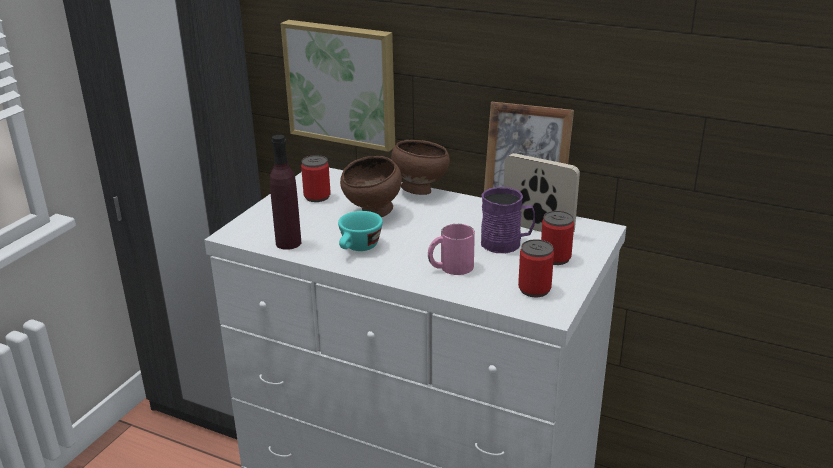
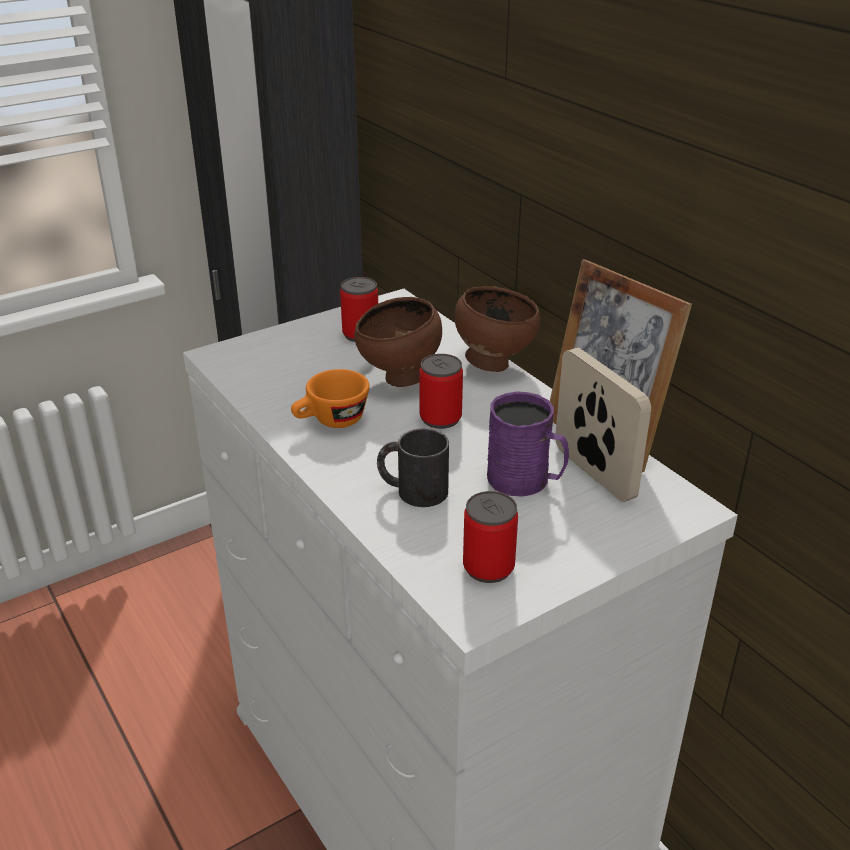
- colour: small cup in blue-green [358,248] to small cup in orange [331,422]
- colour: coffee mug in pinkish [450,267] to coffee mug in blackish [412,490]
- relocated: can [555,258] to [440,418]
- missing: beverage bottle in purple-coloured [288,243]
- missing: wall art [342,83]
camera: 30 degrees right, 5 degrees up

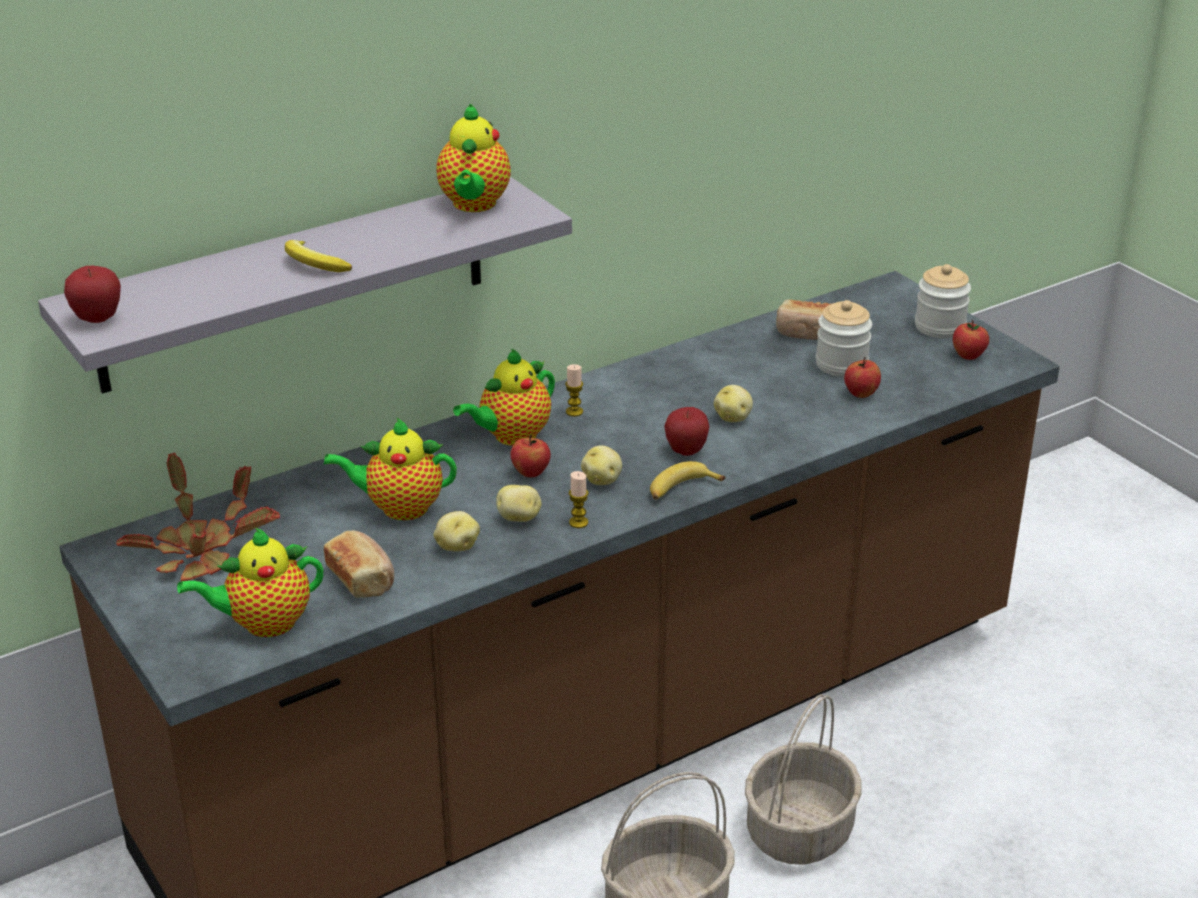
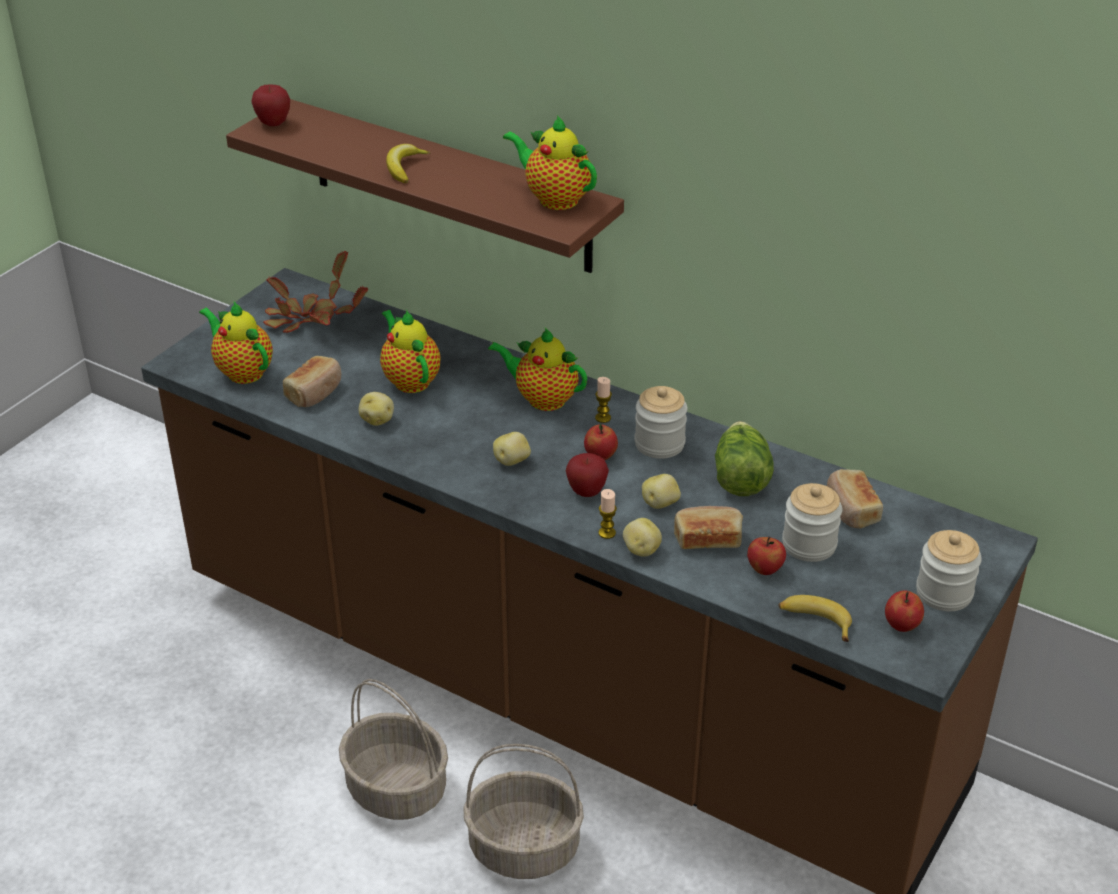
- colour: shelf in greyish [295,284] to shelf in brownish [449,186]
- spun: teapot [474,205] = [554,198] 60 degrees clockwise
- relocated: apple fruit [531,472] to [600,456]
- relocated: wax candle [578,522] to [607,533]
- relocated: whole potato [519,518] to [640,550]
- appeared: jar [659,444]
- appeared: baked bread [707,539]
- appeared: lettuce [740,476]
- relocated: whole banana [681,489] to [815,621]
camera: 65 degrees right, 5 degrees up

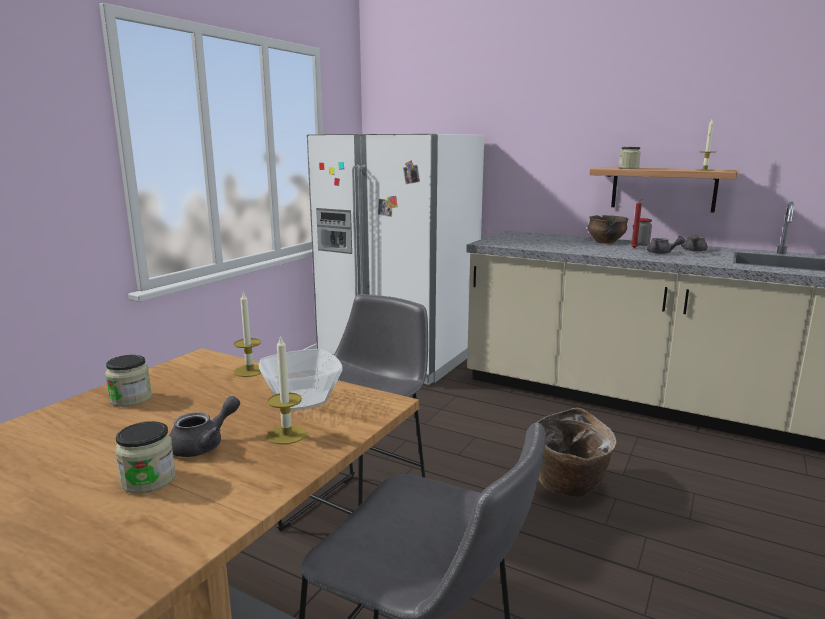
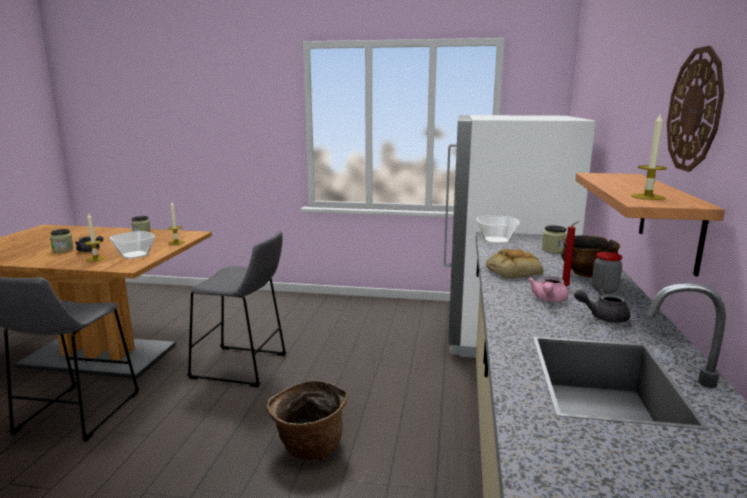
- appeared: serving bowl [495,240]
- appeared: baked bread [513,271]
- colour: teapot in greyish [662,253] to teapot in pinkish [548,299]
- relocated: jar [628,168] to [553,250]
- appeared: clock on the wall [695,110]
camera: 70 degrees right, 0 degrees up

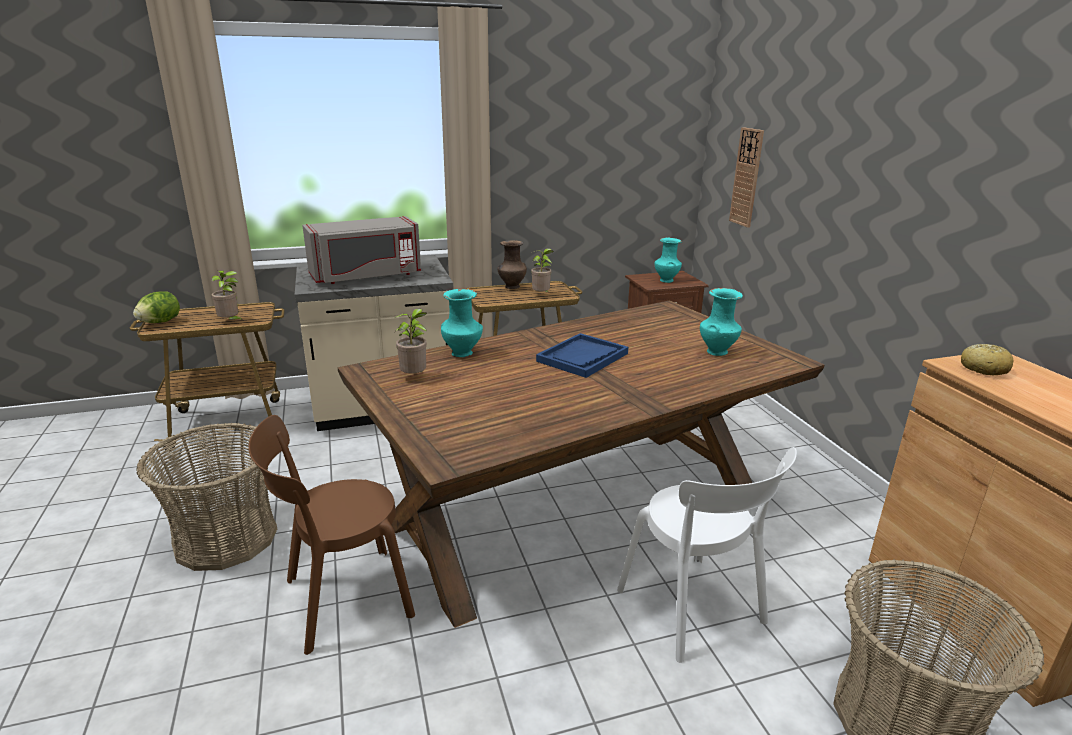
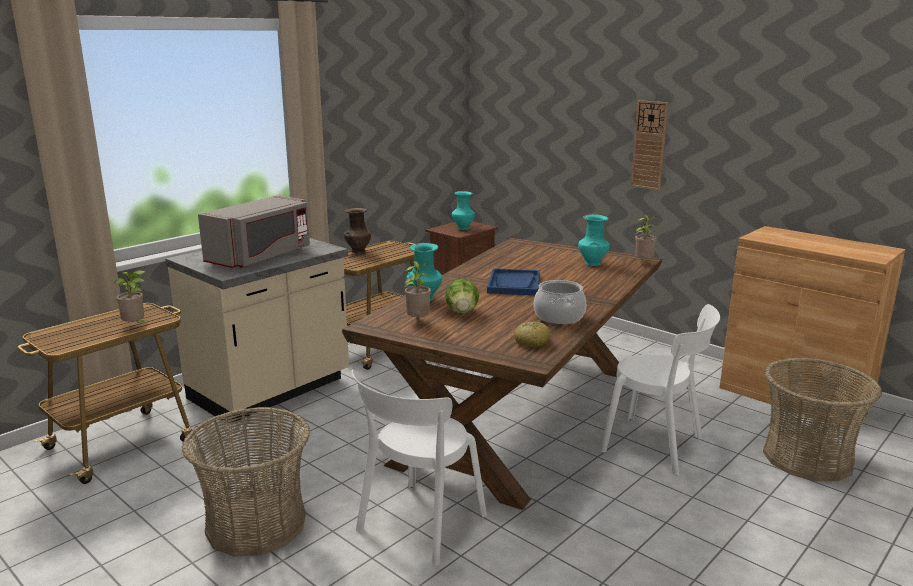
- colour: plain chair in brownish [341,600] to plain chair in whitish [418,526]
- relocated: lettuce [160,322] to [462,312]
- relocated: baked bread [983,368] to [532,342]
- appeared: stockpot [558,316]
- relocated: clock on the wall [746,177] to [649,145]
- relocated: potted plant [541,295] to [643,263]
camera: 30 degrees left, 5 degrees down

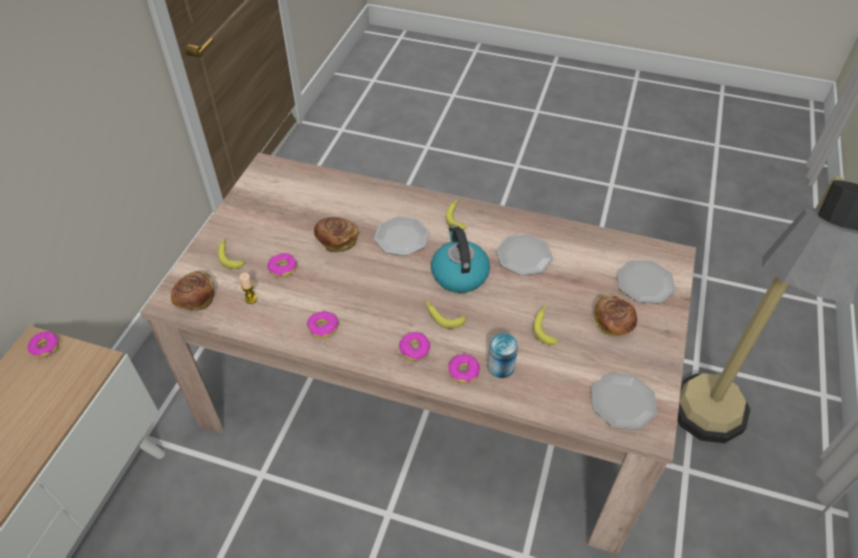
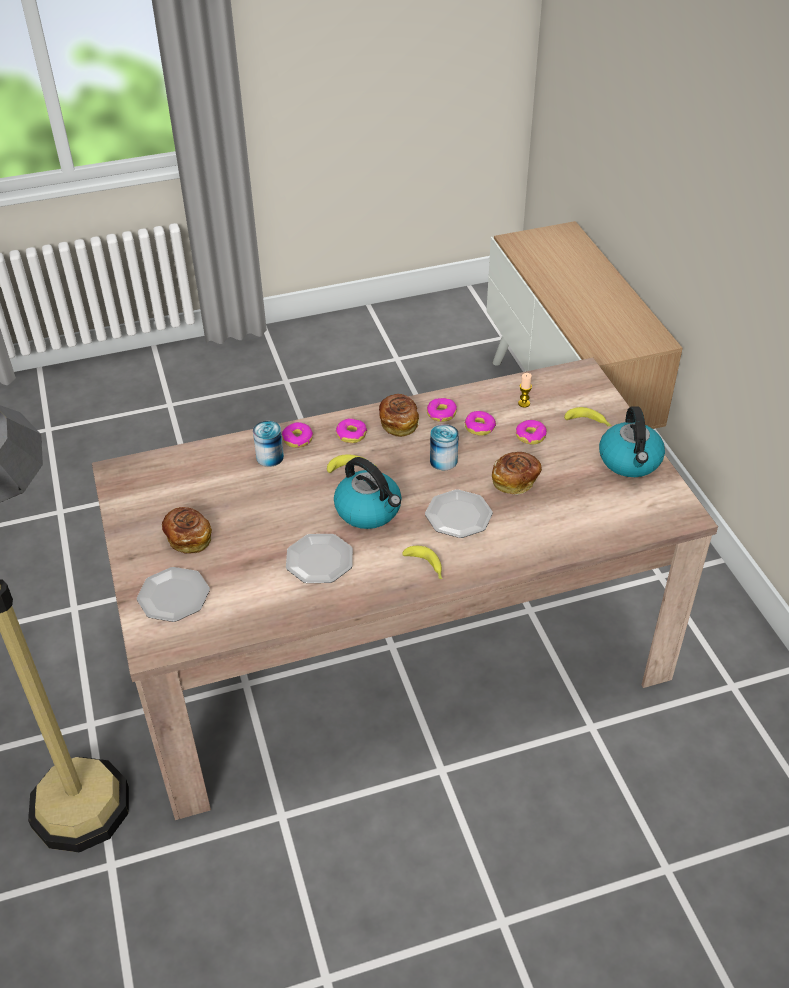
- relocated: baked bread [196,299] to [398,423]
- appeared: can [443,461]
- relocated: ring doughnut [45,347] to [479,427]
- appeared: kettle [630,461]
- missing: whole banana [545,327]
- missing: flat dish [622,403]
camera: 145 degrees right, 5 degrees down

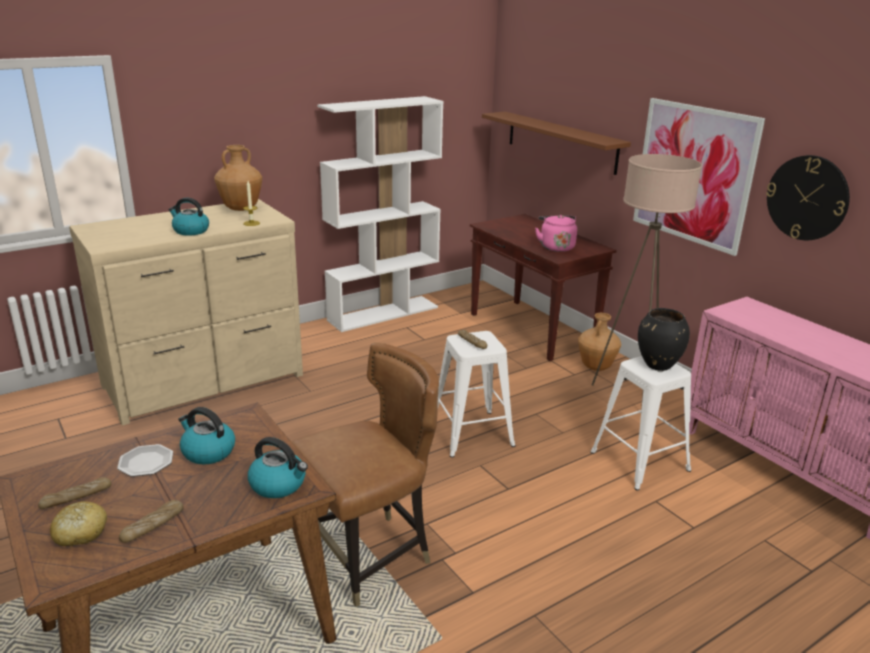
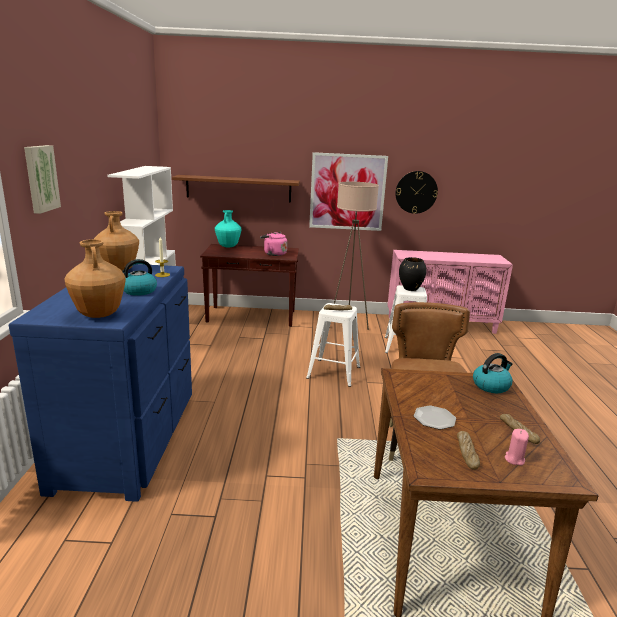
- colour: dresser in sand-coloured [205,381] to dresser in bluish [130,438]
- appeared: wall art [40,178]
- relocated: decorative vase in brownish [596,367] to [99,315]
- appeared: decorative vase in blue-green [228,246]
- exchanged: baked bread [80,532] to wax candle in pinkish [514,459]
- missing: kettle [207,452]
camera: 55 degrees left, 5 degrees down

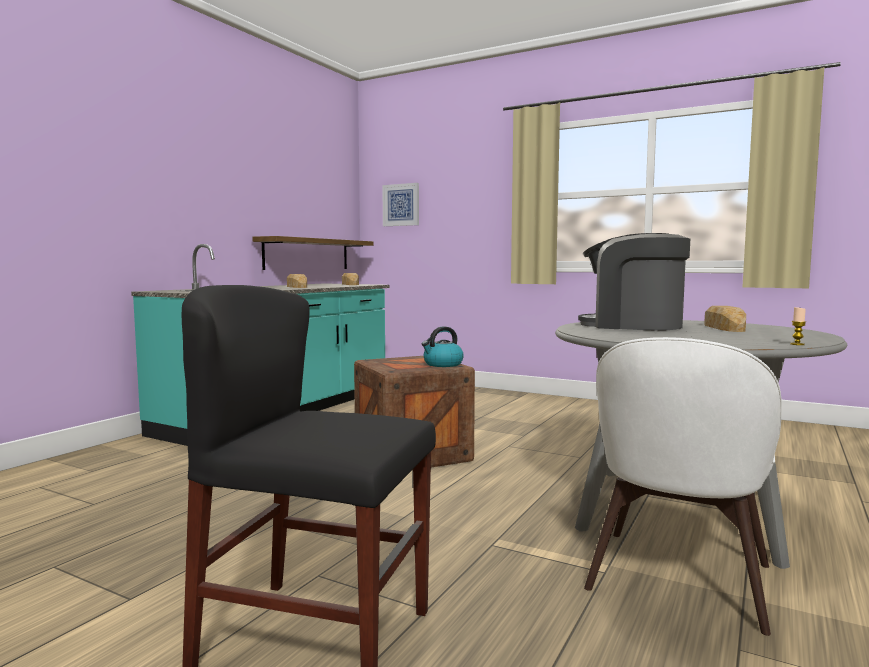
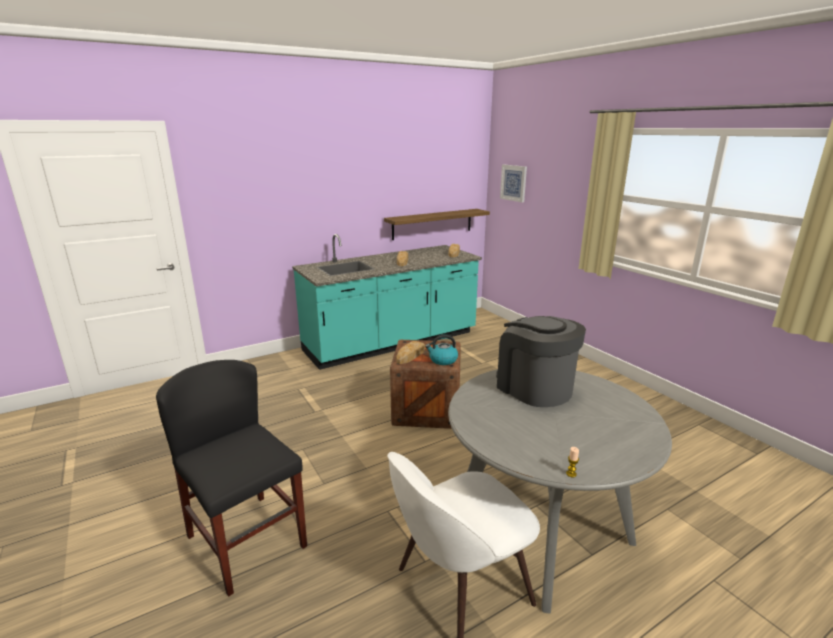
- relocated: baked bread [723,327] to [411,355]
camera: 30 degrees right, 15 degrees up

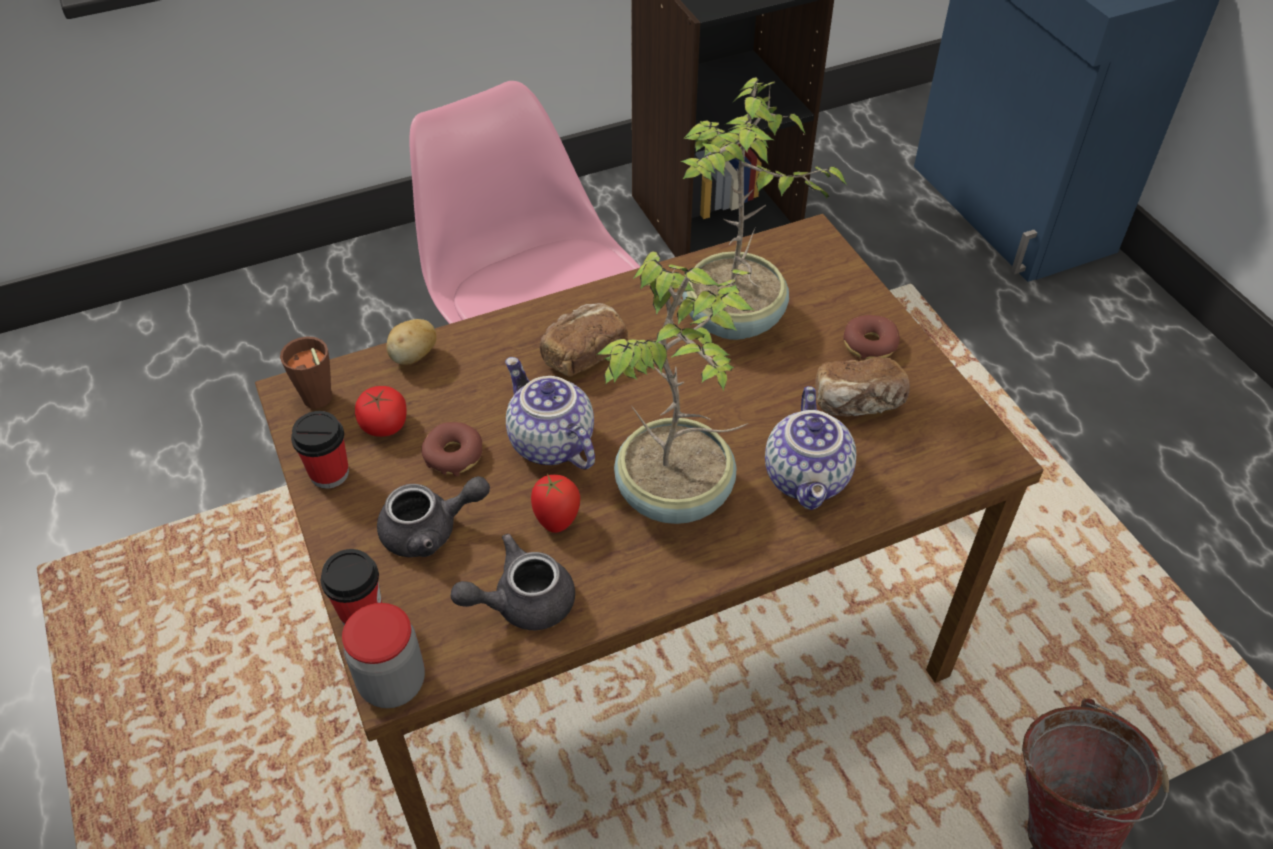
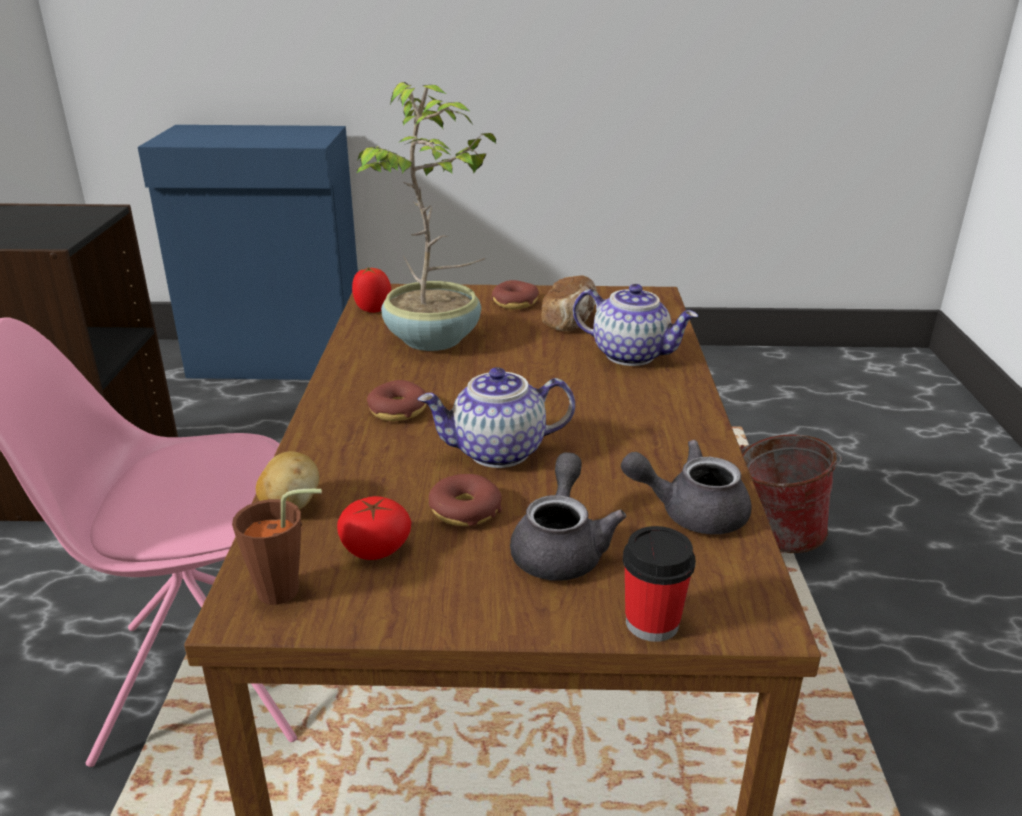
- relocated: fresh tomato [557,520] to [372,309]
- exchanged: baked bread [583,353] to ring doughnut [398,410]
- spun: teapot in greyish [521,602] = [690,512] 90 degrees clockwise
- missing: small cup [329,473]
- missing: jar [392,683]
- missing: potted plant [677,494]
camera: 65 degrees left, 20 degrees down

